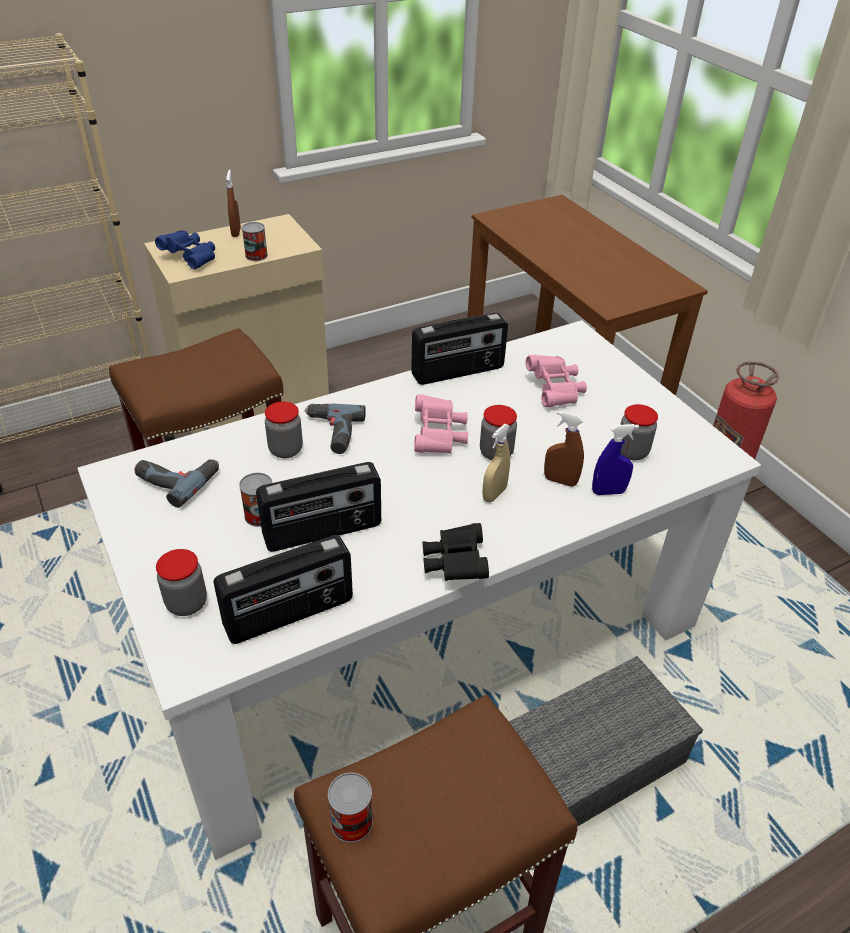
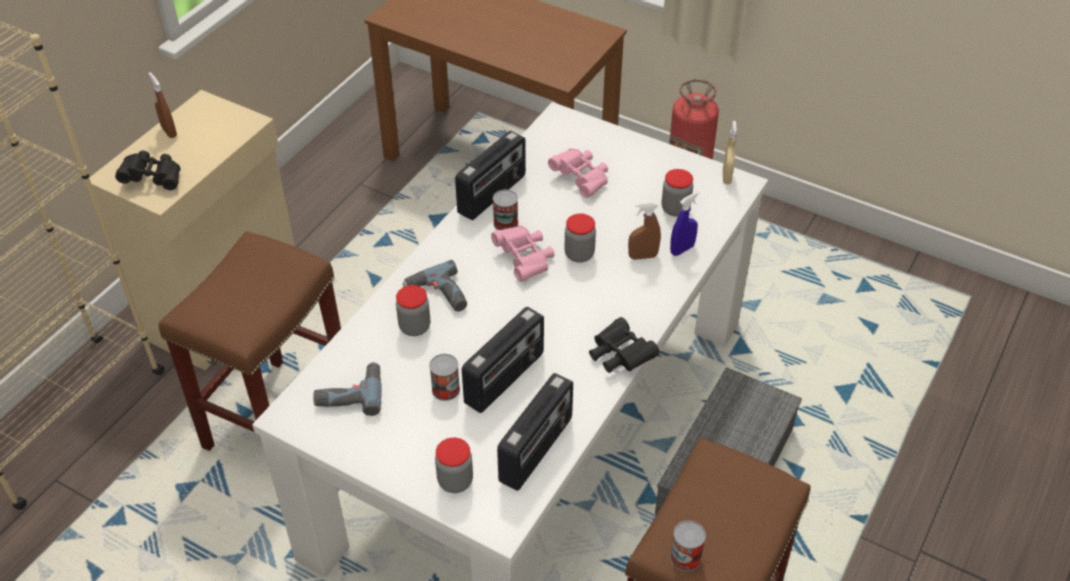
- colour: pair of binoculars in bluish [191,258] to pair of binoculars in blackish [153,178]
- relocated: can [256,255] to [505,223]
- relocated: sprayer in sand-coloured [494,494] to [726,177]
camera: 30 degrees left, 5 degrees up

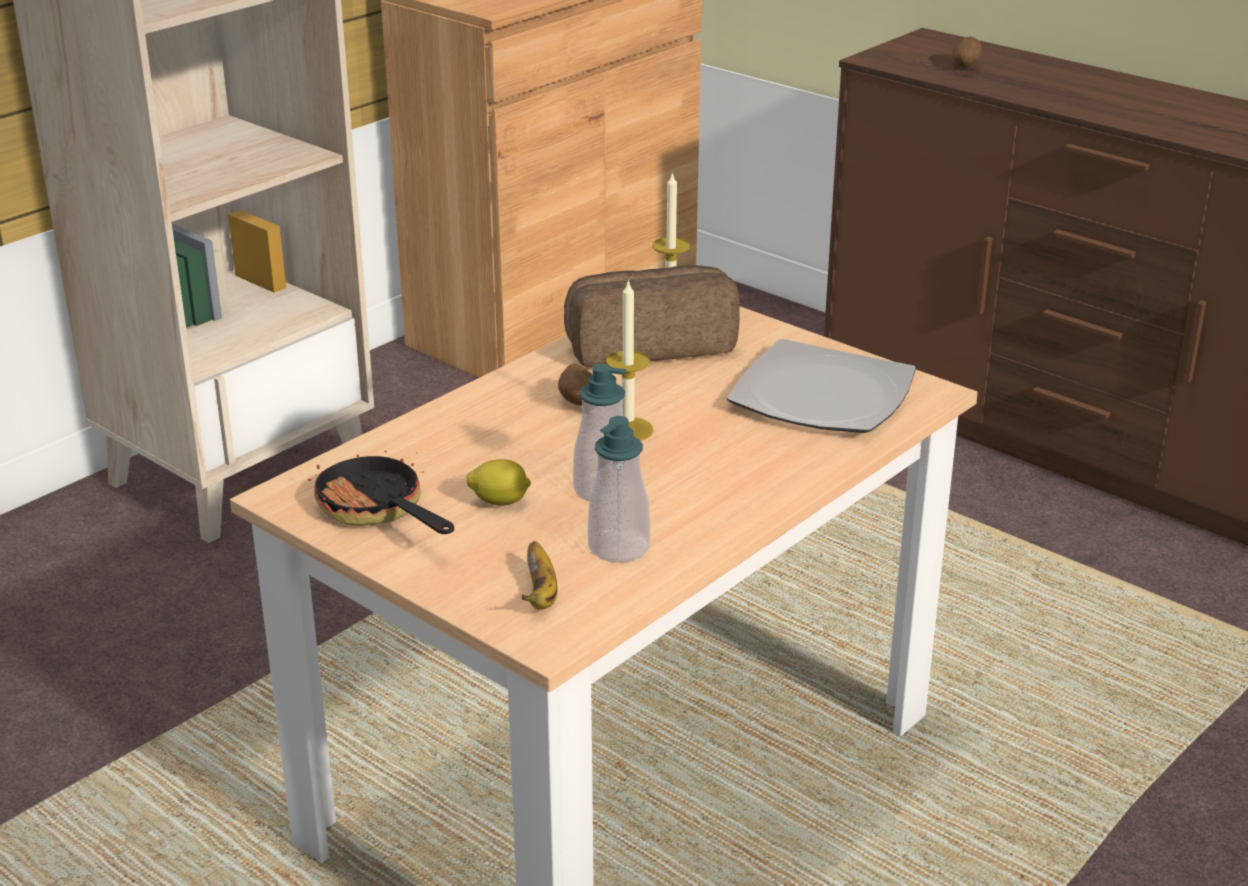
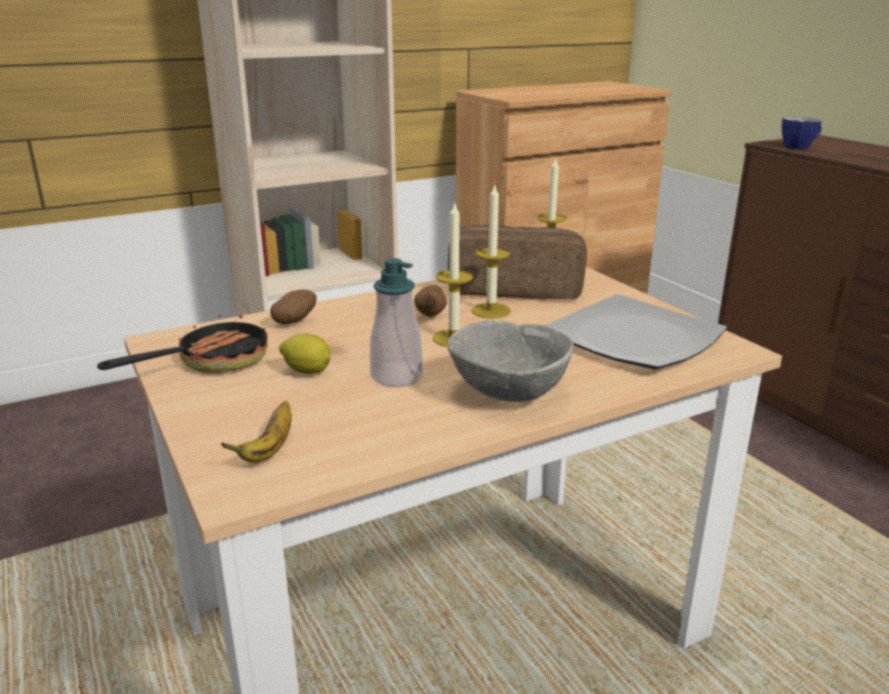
- spun: frying pan [377,511] = [211,362] 60 degrees clockwise
- relocated: whole potato [964,66] to [294,322]
- appeared: serving bowl in greyish [508,393]
- appeared: wax candle [491,311]
- appeared: small cup [800,147]
- missing: soap bottle [619,547]
camera: 20 degrees right, 5 degrees down

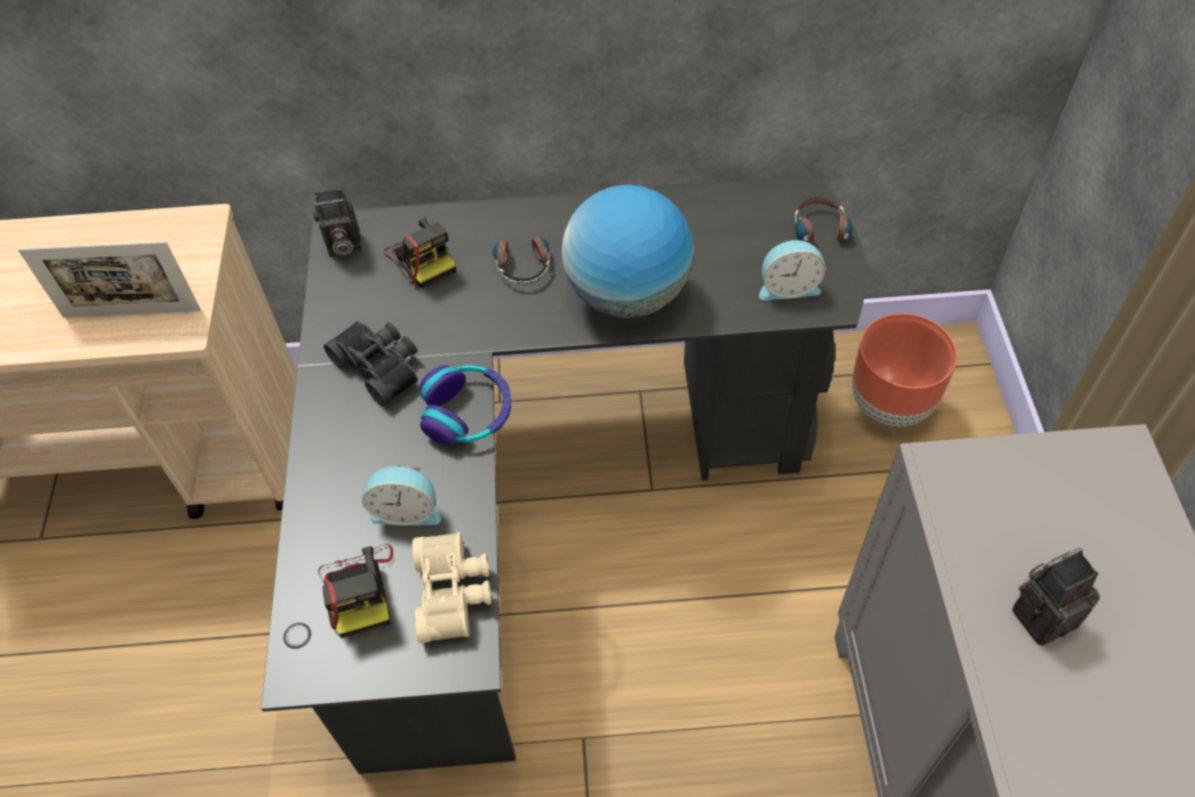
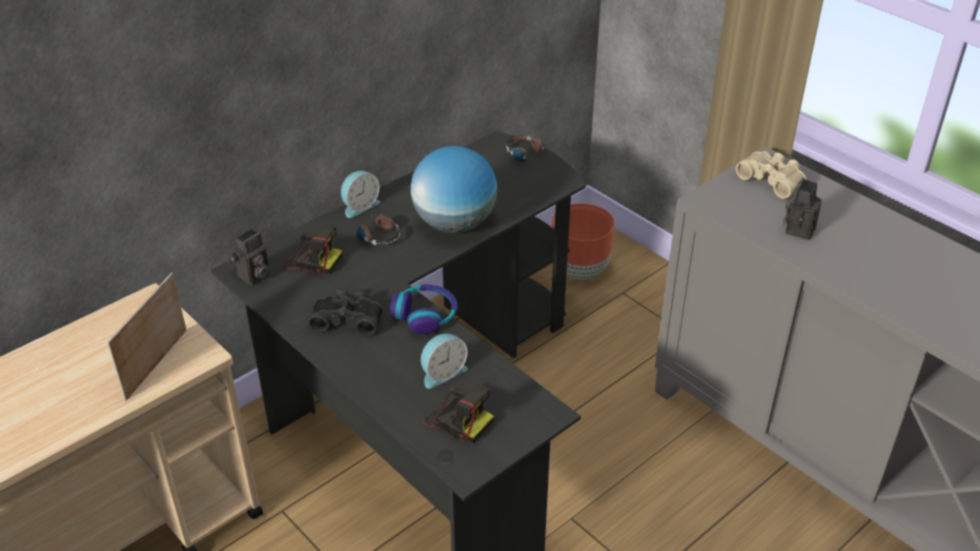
- spun: photo frame [132,313] = [156,364] 150 degrees clockwise
- relocated: alarm clock [788,286] to [359,206]
- relocated: pair of binoculars in sand-coloured [454,592] to [772,180]
camera: 40 degrees left, 15 degrees down

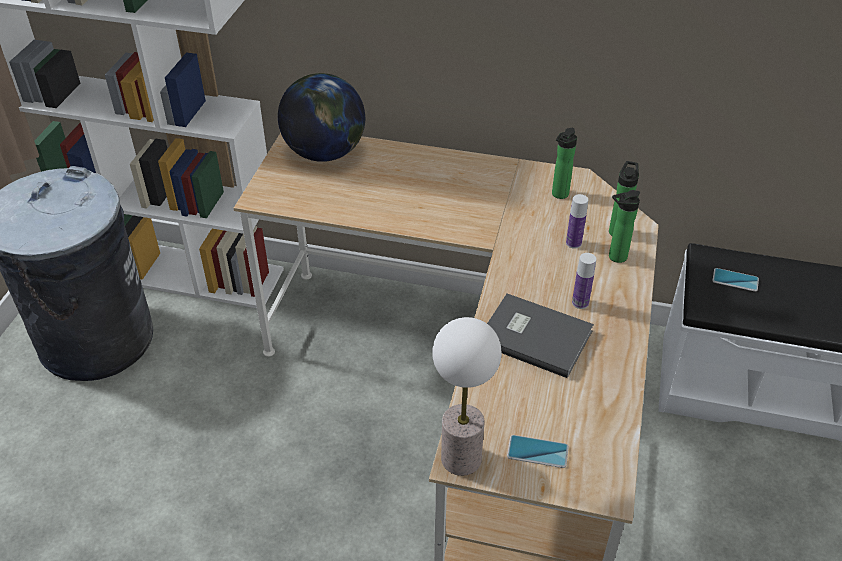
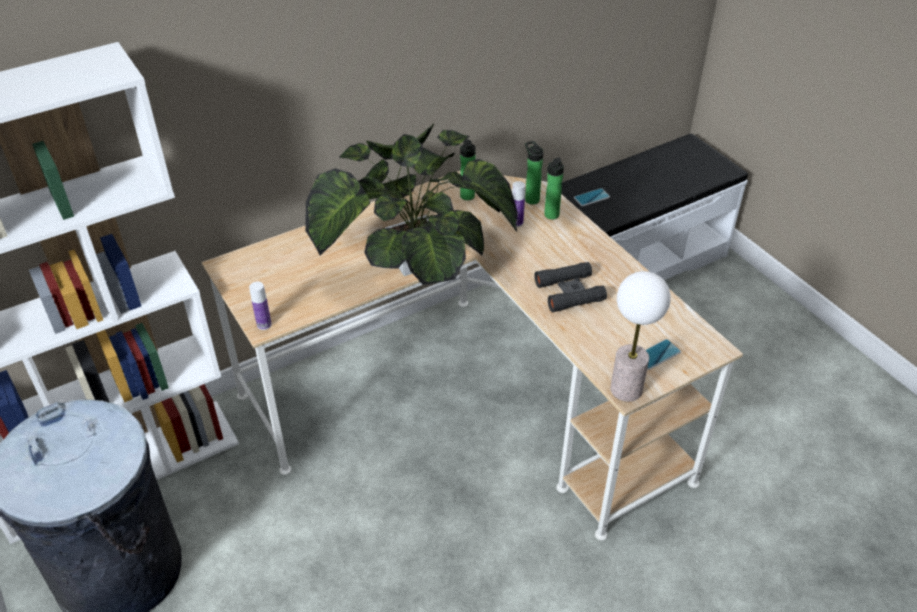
- relocated: beverage bottle [580,303] to [264,325]
- appeared: potted plant [416,256]
- exchanged: book in greyish [534,335] to pair of binoculars in blackish [569,292]
- missing: desk globe [325,152]
camera: 45 degrees left, 0 degrees up

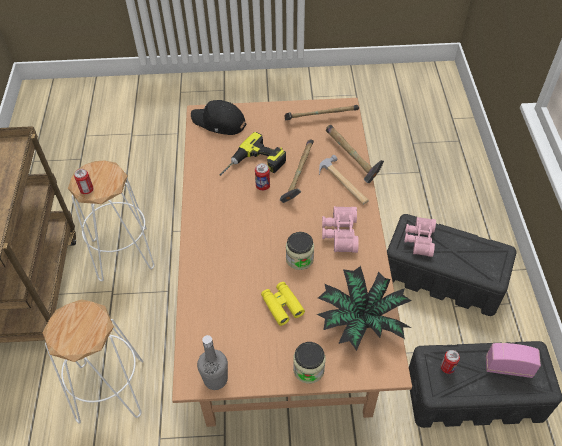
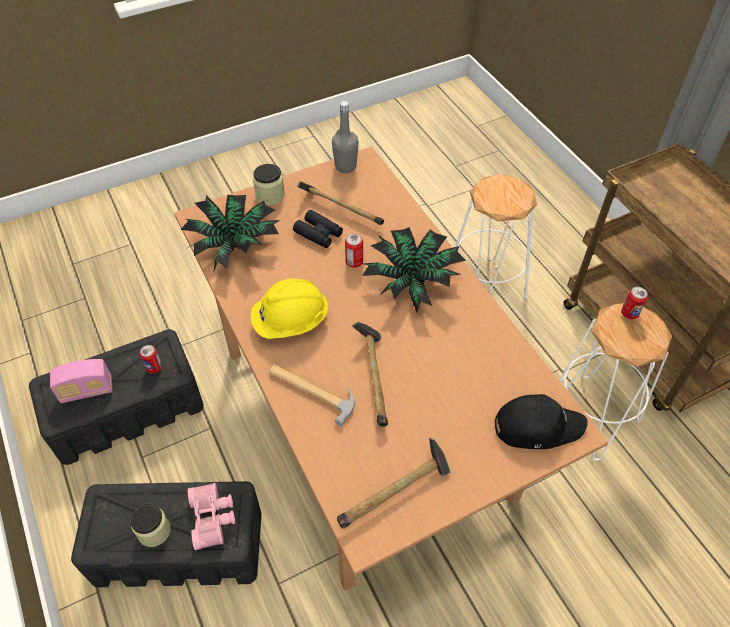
- relocated: jar [299,259] to [154,531]
- exchanged: pair of binoculars in pinkish [339,233] to safety helmet in yellow-coloured [291,322]
- colour: pair of binoculars in yellow-coloured [282,305] to pair of binoculars in blackish [318,233]
- relocated: hand hammer [351,159] to [339,210]
- relocated: can [263,186] to [354,262]
- appeared: potted plant [413,281]
- missing: electric drill [253,166]
camera: 155 degrees right, 0 degrees up

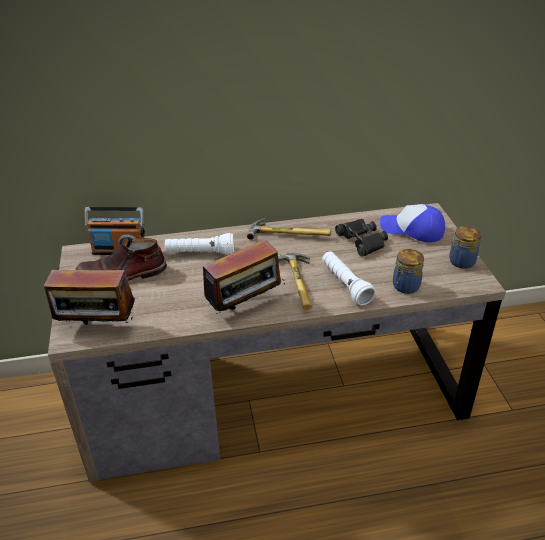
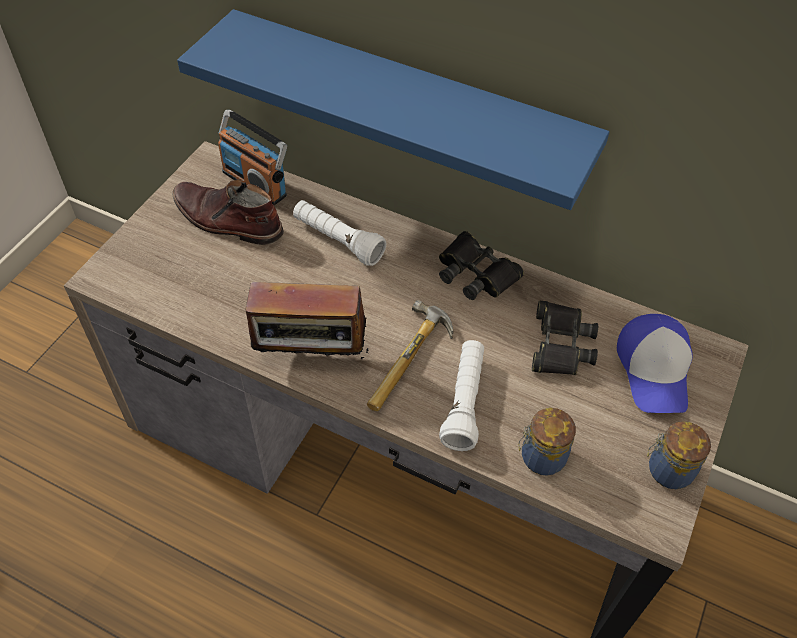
- appeared: shelf in bluish [408,104]
- exchanged: hand hammer [289,233] to pair of binoculars in blackish [476,273]
- spun: baseball cap [412,230] = [654,370] 150 degrees counterclockwise
- missing: radio set [98,328]
camera: 35 degrees right, 15 degrees up

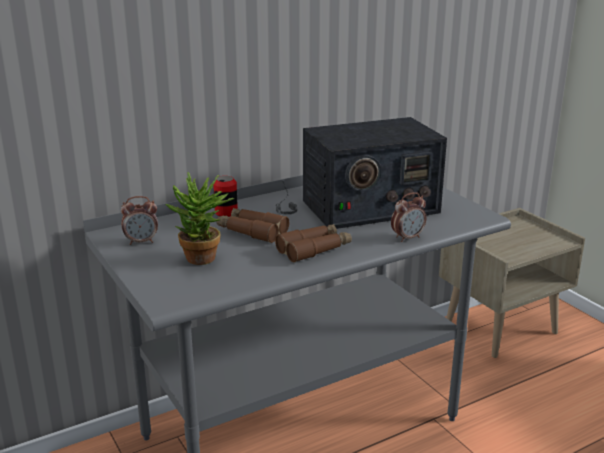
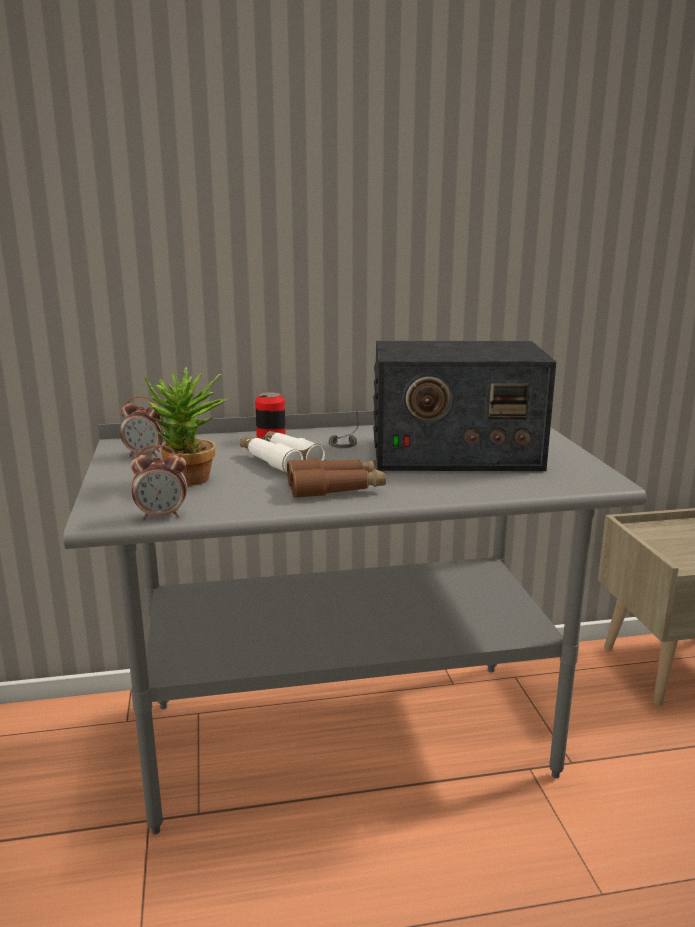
- relocated: alarm clock [407,238] to [162,515]
- colour: pair of binoculars in brownish [252,231] to pair of binoculars in whitish [280,460]
camera: 20 degrees right, 5 degrees down

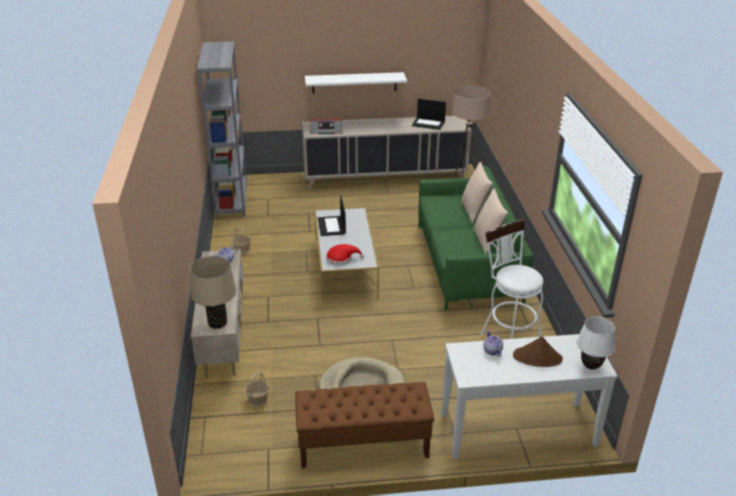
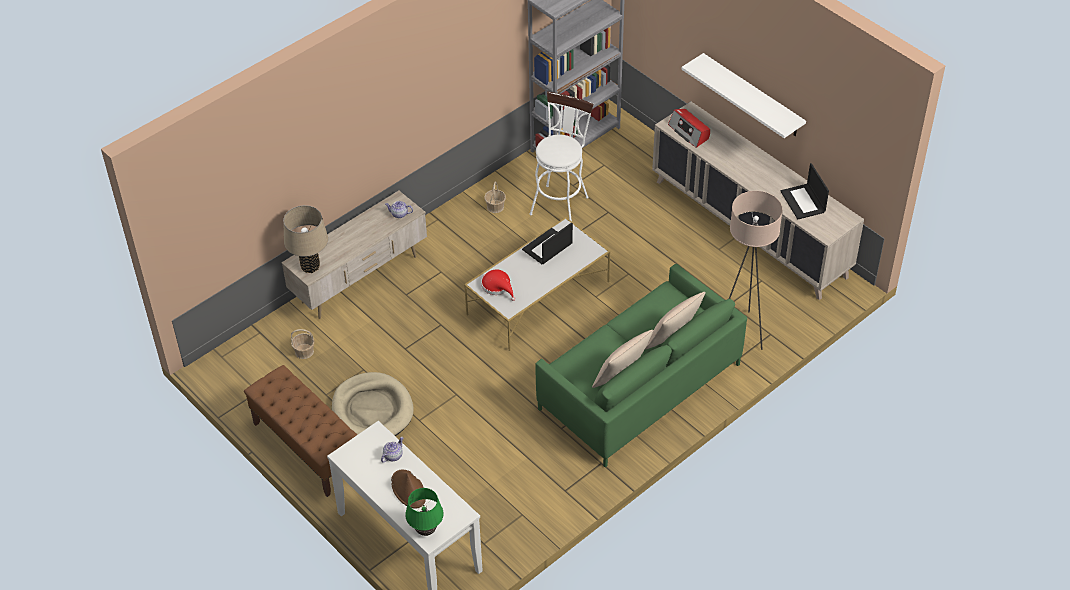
- colour: table lamp in whitish [591,366] to table lamp in green-coloured [426,531]
- relocated: stool in whitish [507,336] to [561,202]
camera: 55 degrees right, 15 degrees up

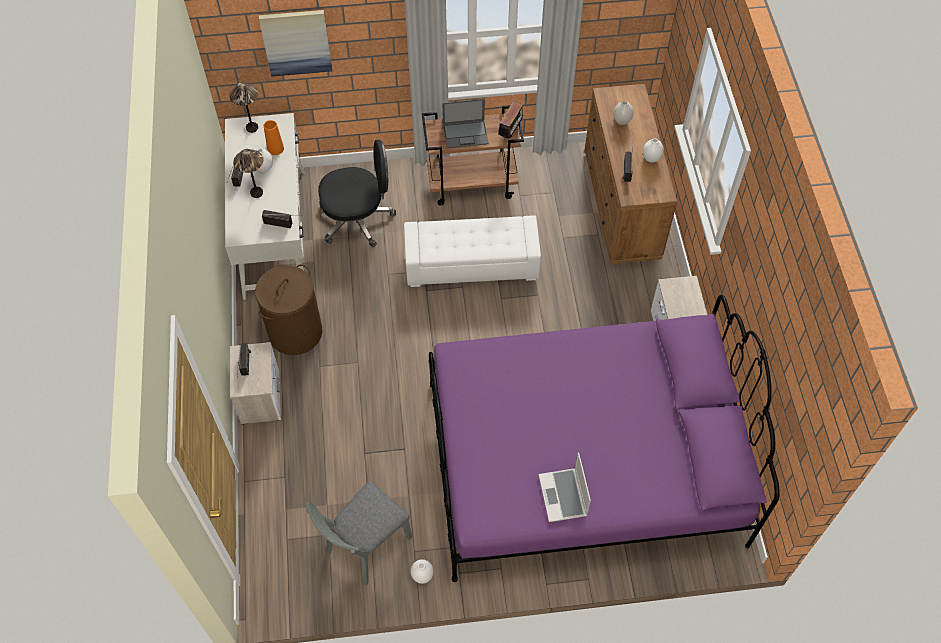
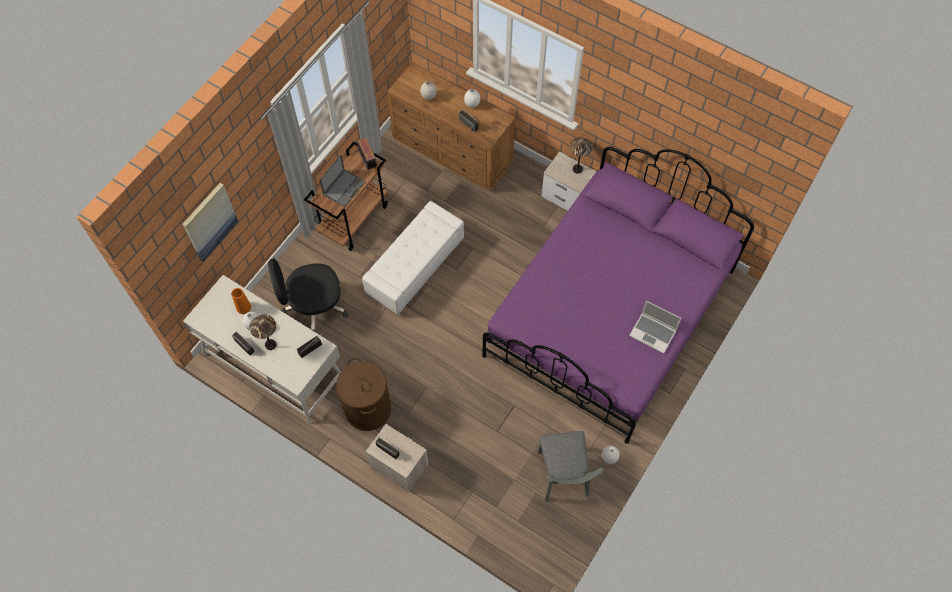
- spun: computer chair in blackish [358,219] = [313,306] 135 degrees counterclockwise
- relocated: table lamp [252,127] to [577,169]
camera: 50 degrees left, 5 degrees up

